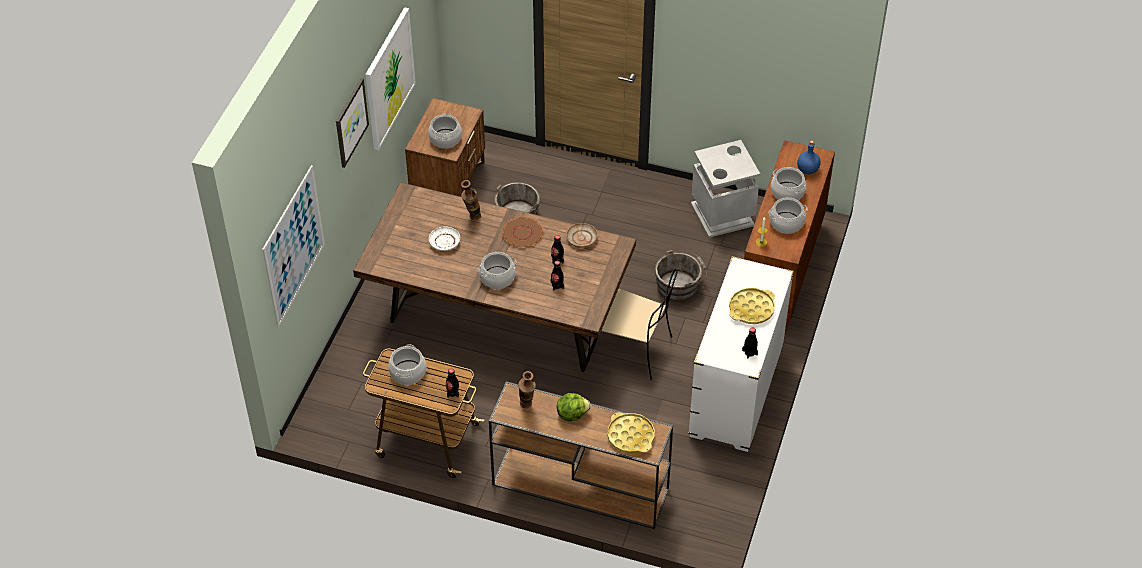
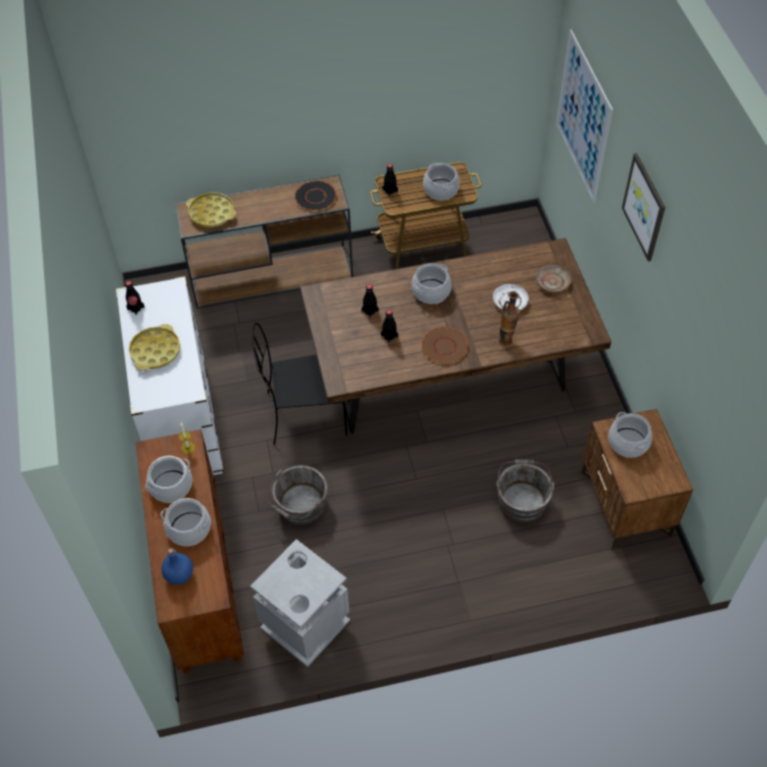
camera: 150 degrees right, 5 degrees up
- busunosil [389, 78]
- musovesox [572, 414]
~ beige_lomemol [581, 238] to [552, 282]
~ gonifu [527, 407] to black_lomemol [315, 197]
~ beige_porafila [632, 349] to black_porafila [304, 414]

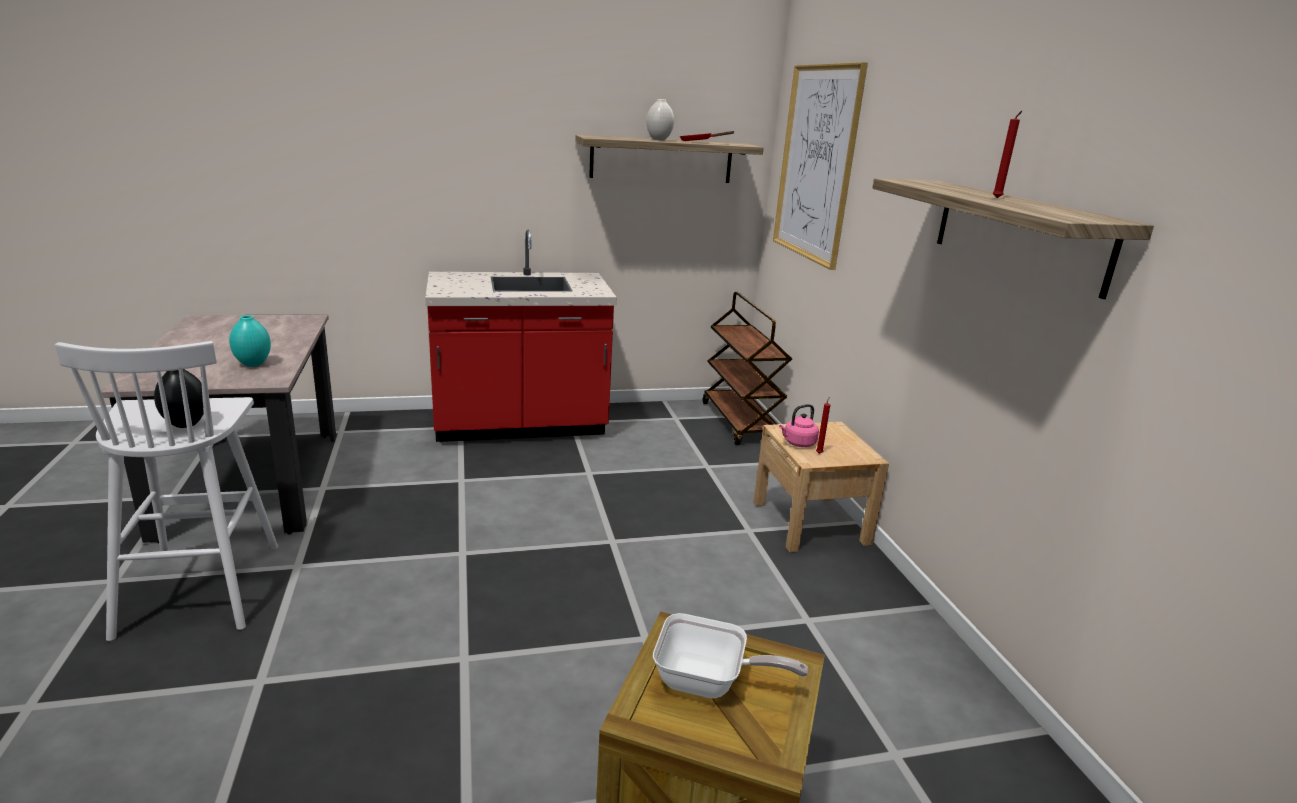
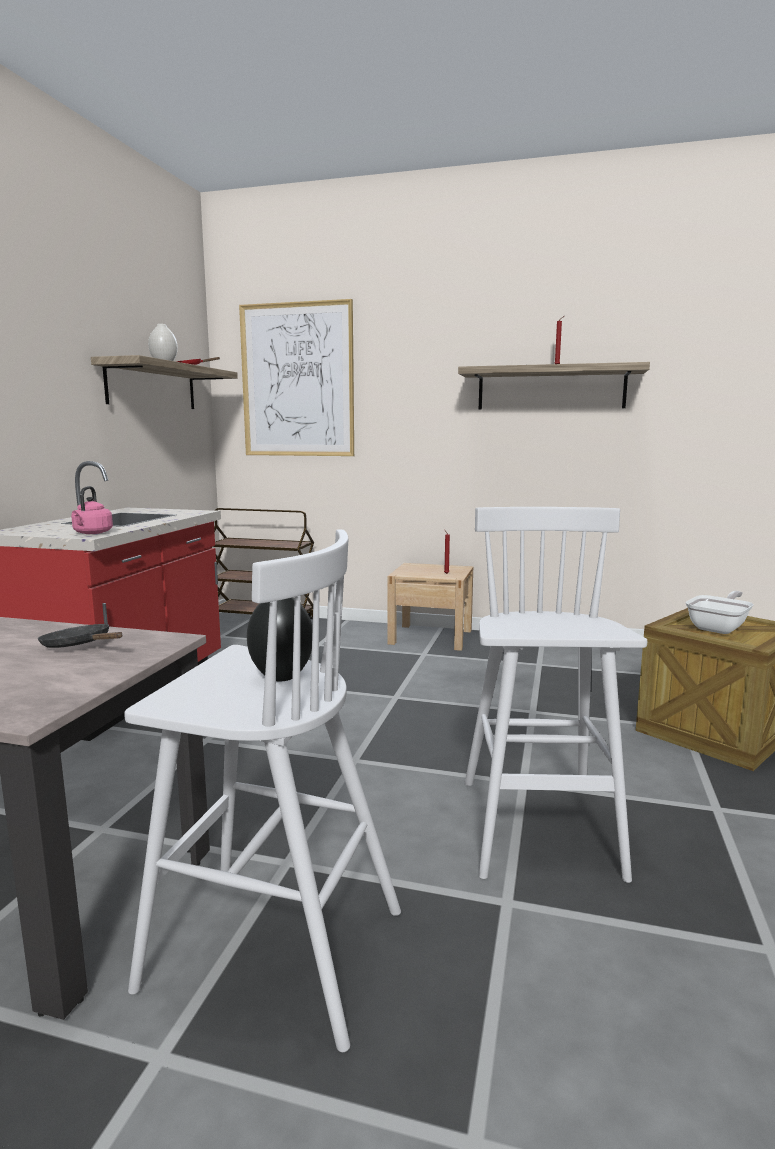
camera: 60 degrees left, 10 degrees down
+ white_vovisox [539, 829]
~ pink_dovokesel [798, 443] to [92, 533]
~ turquoise_gonifu [253, 364] to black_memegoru [80, 646]

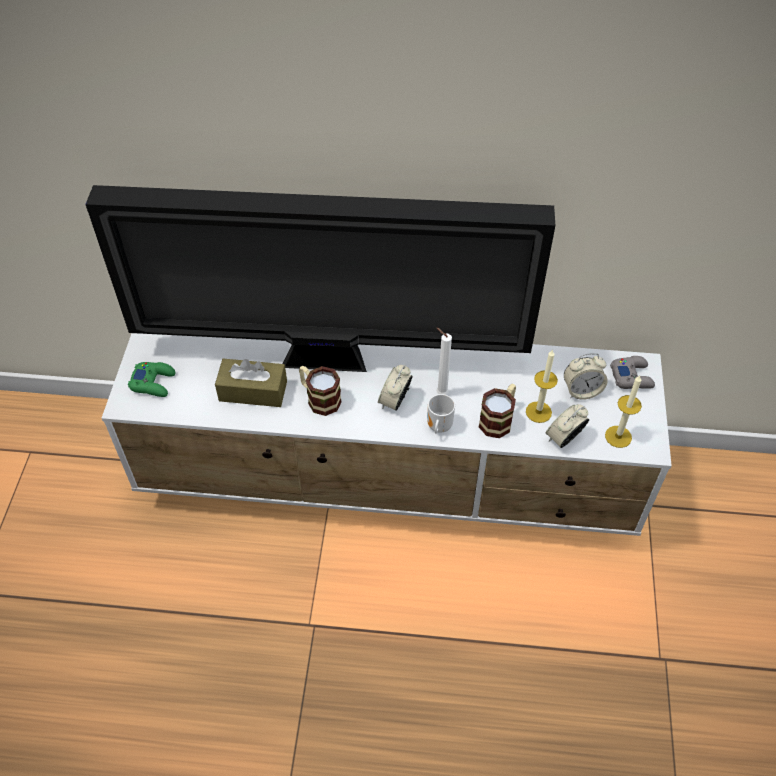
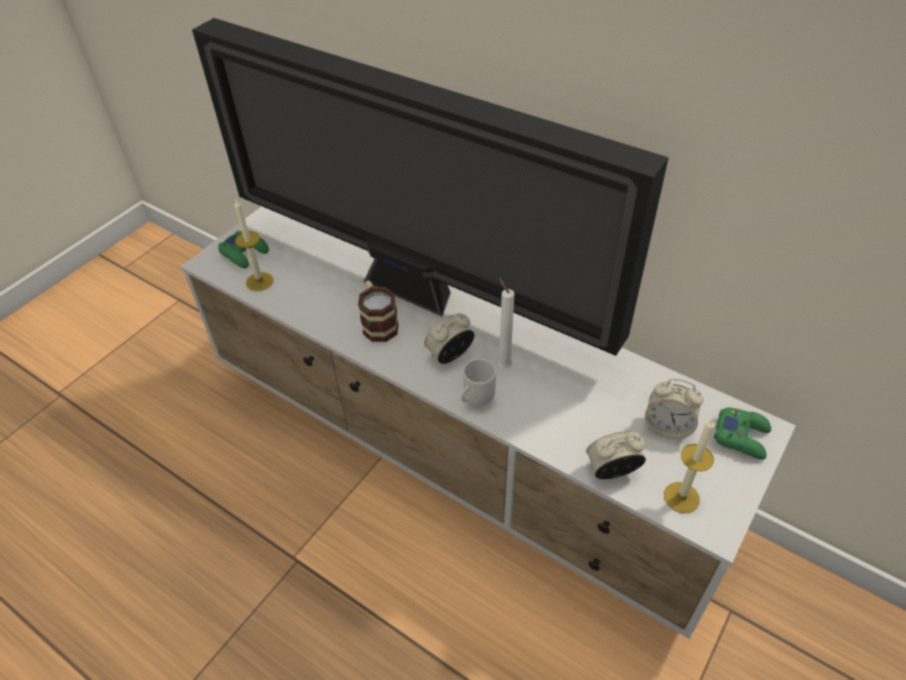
camera: 30 degrees right, 5 degrees down
- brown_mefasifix [253, 391]
- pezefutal [499, 419]
~ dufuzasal [538, 412] to [259, 281]
~ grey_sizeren [632, 376] to green_sizeren [742, 436]

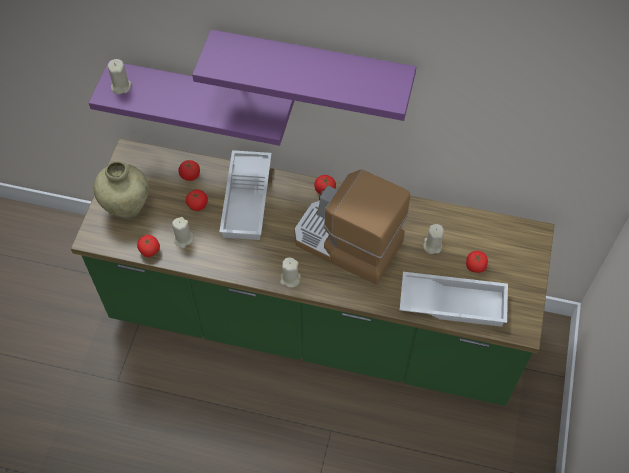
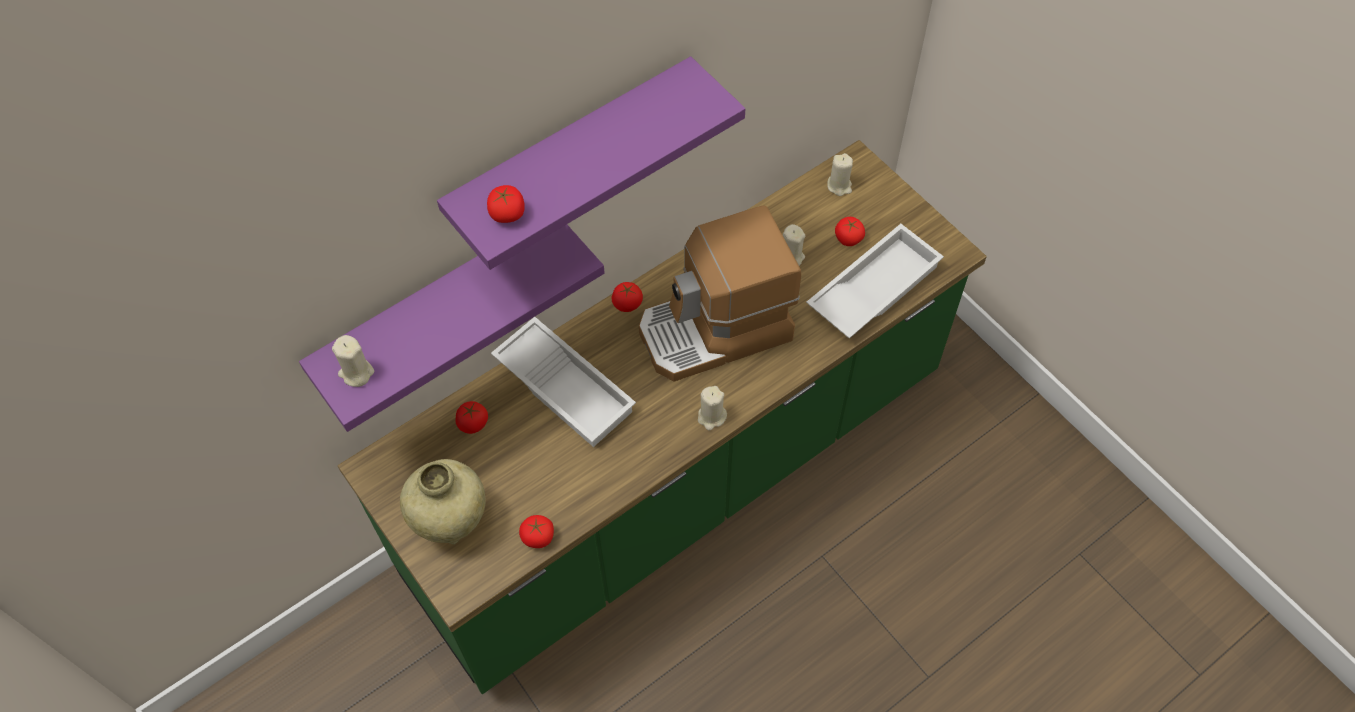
camera: 50 degrees left, 0 degrees up
~ beige_dufuzasal [183, 239] to [839, 186]
~ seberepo [197, 205] to [507, 214]

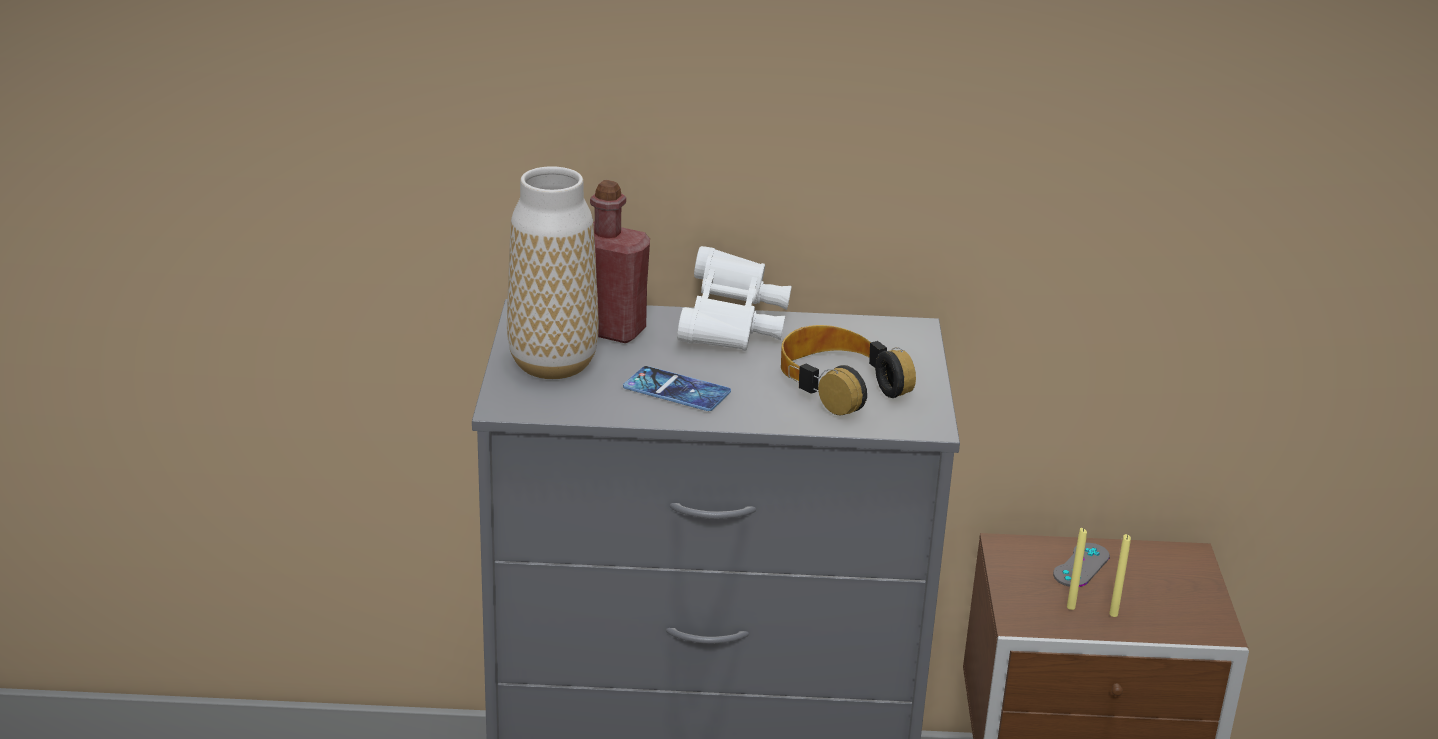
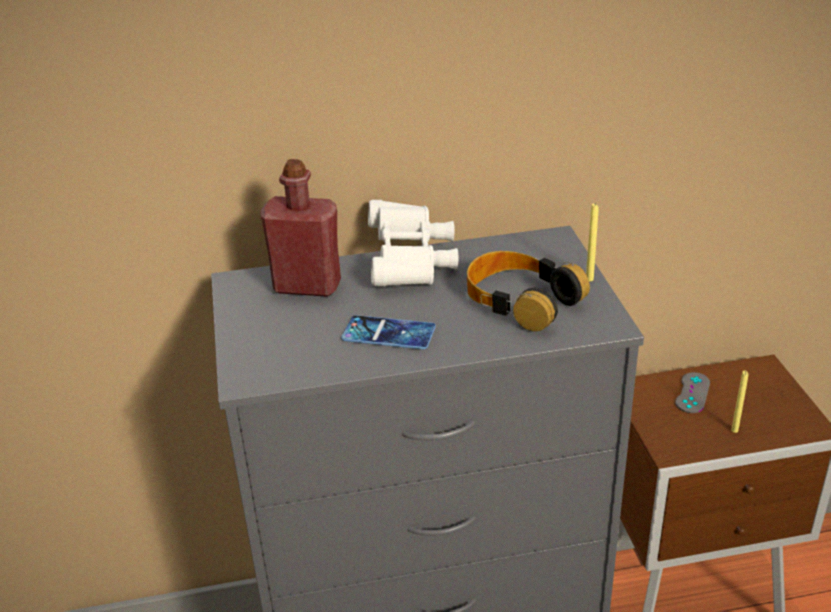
camera: 10 degrees left, 5 degrees up
- gonifu [553, 364]
~ yellow_dufuzasal [1071, 607] to [589, 279]

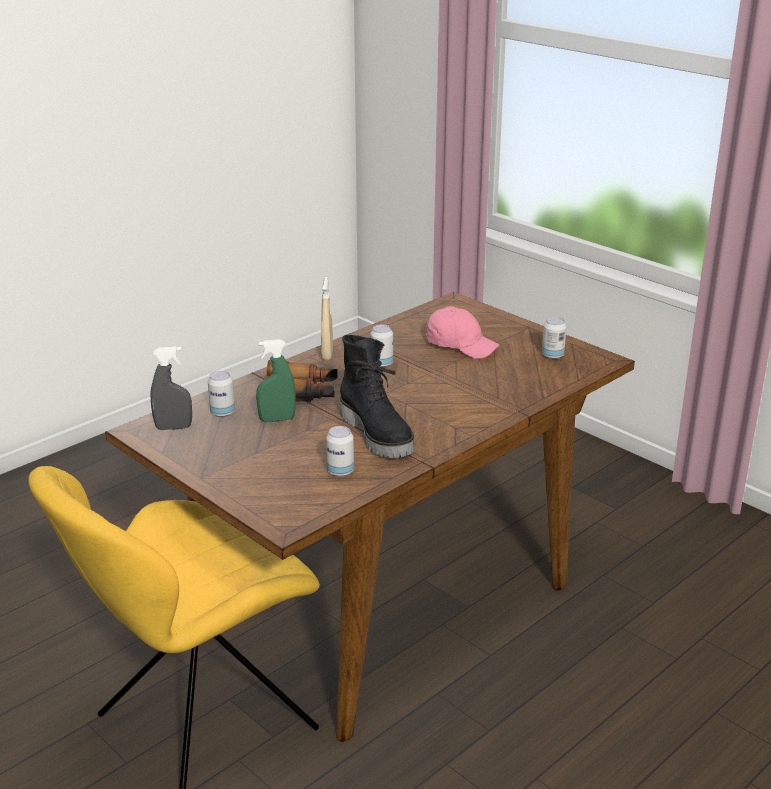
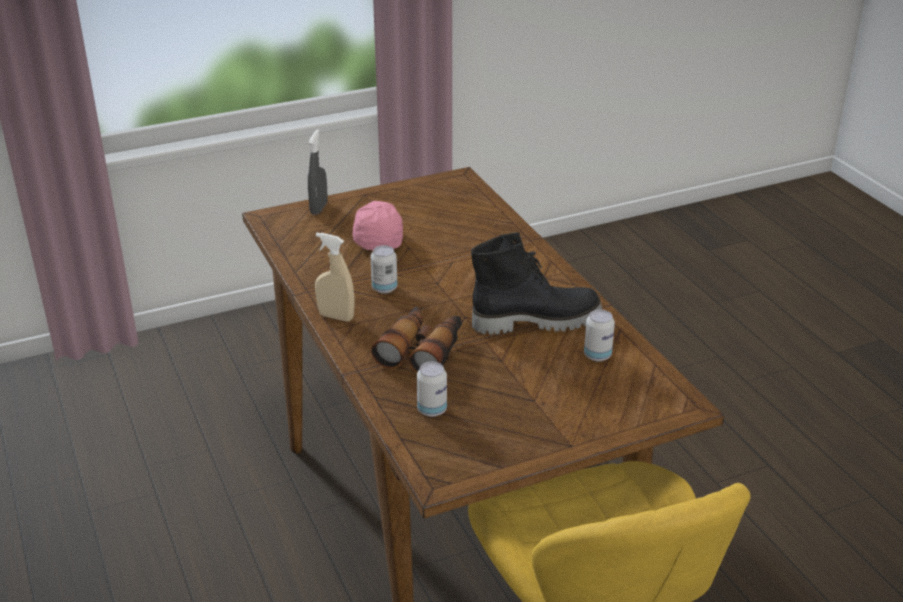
camera: 70 degrees left, 5 degrees up
- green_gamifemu [277, 419]
- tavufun [552, 355]
~ grey_gamifemu [173, 427] to [319, 208]
~ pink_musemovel [461, 345] = [377, 237] 60 degrees counterclockwise

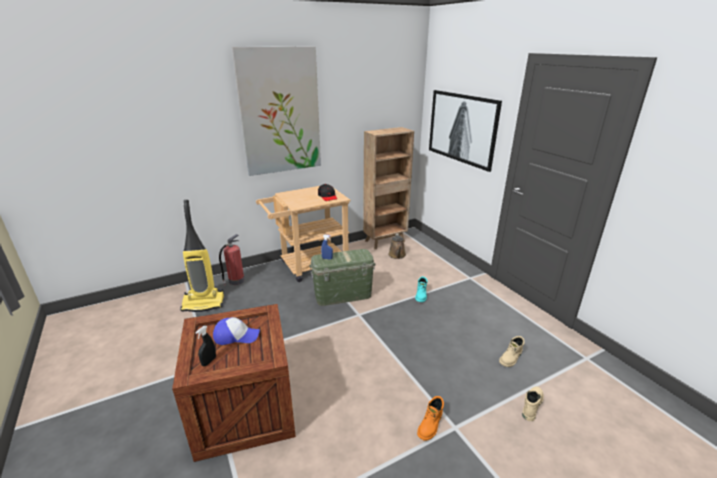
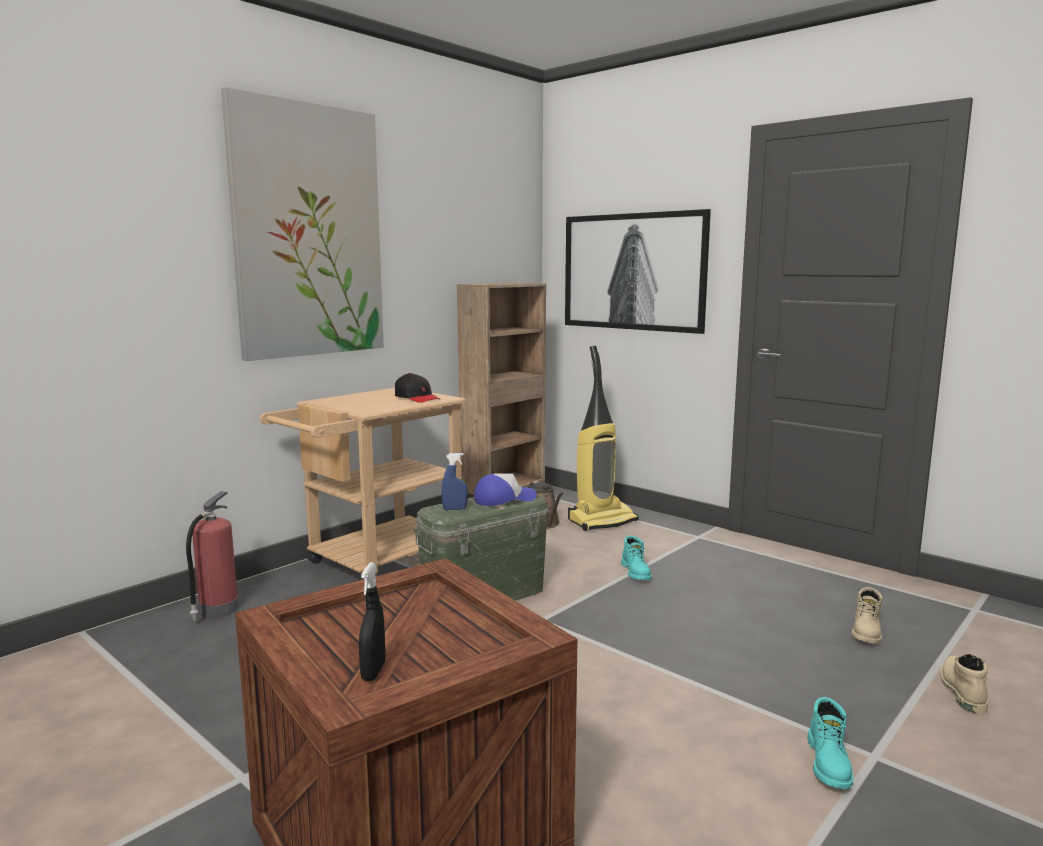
camera: 20 degrees left, 15 degrees down
~ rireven [204, 303] to [602, 520]
~ musemovel [236, 336] to [504, 499]
~ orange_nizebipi [430, 425] to turquoise_nizebipi [829, 764]

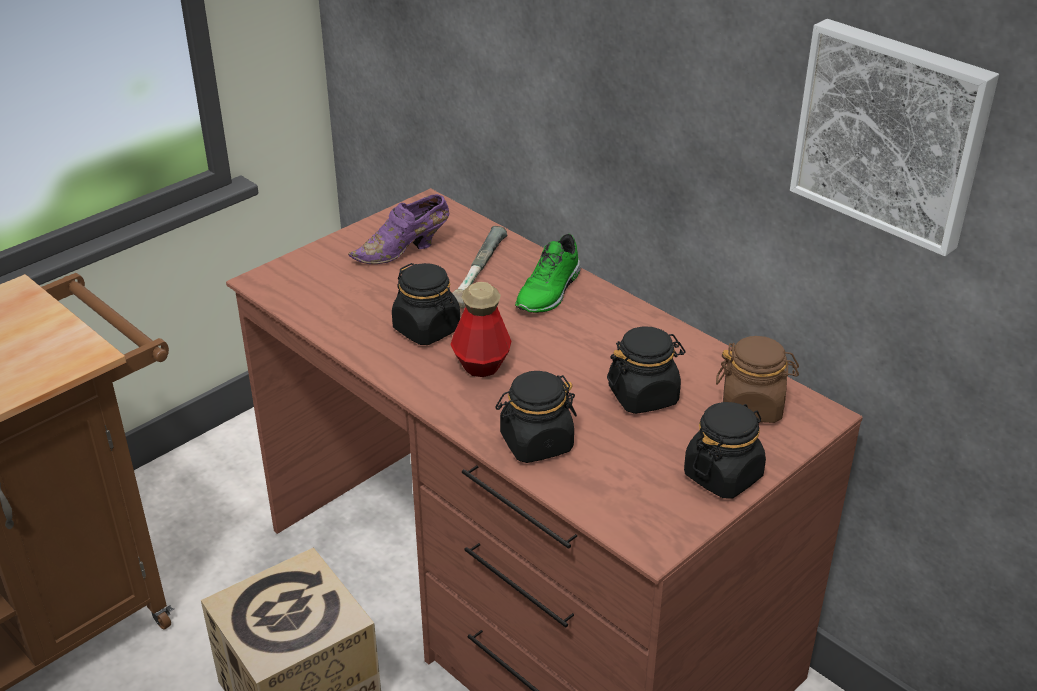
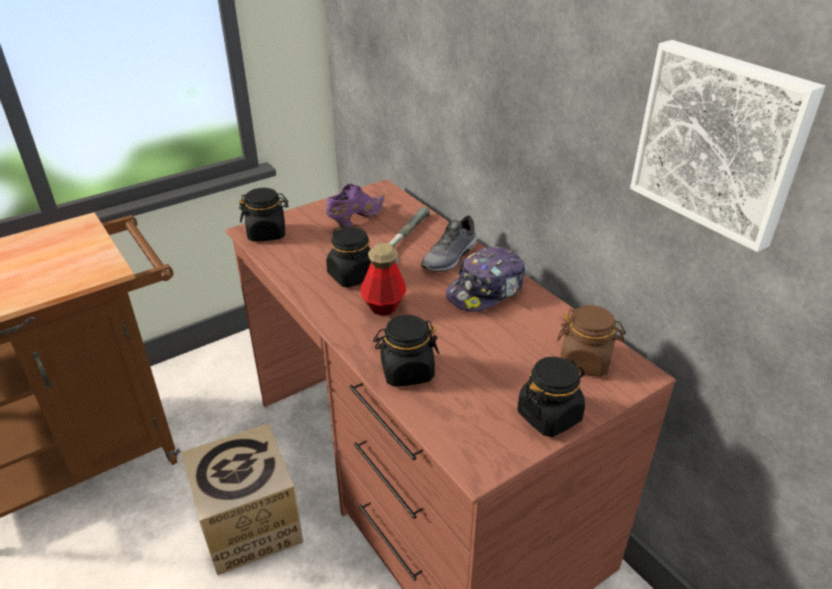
camera: 10 degrees right, 0 degrees up
+ musemovel [486, 290]
~ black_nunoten [643, 396] to [267, 233]
~ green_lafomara [550, 292] to grey_lafomara [450, 257]
~ purple_lafomara [404, 251] = [355, 219] 150 degrees clockwise

